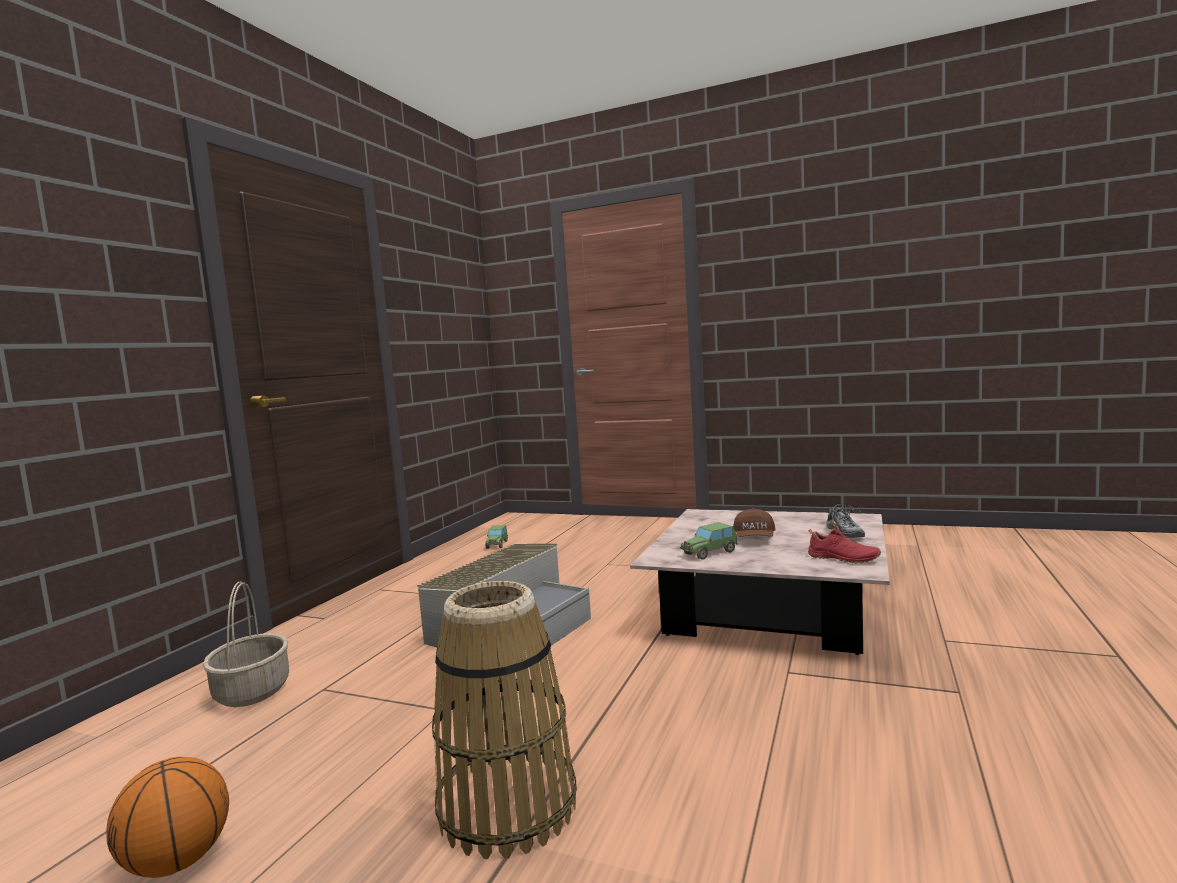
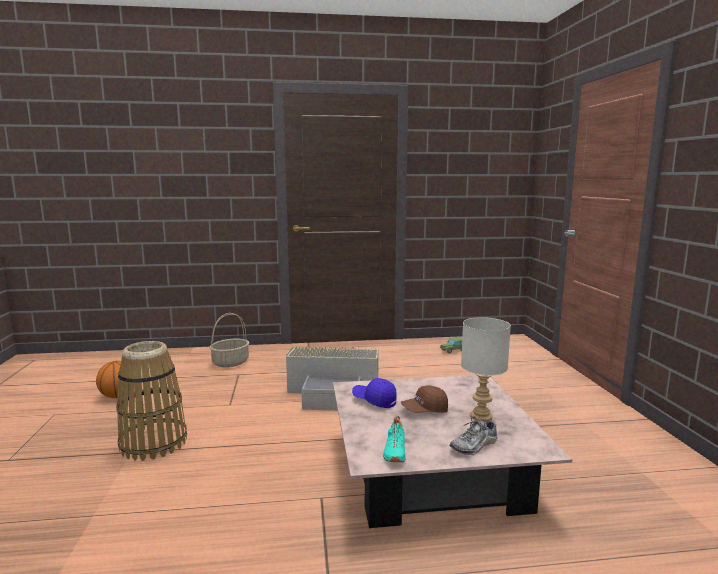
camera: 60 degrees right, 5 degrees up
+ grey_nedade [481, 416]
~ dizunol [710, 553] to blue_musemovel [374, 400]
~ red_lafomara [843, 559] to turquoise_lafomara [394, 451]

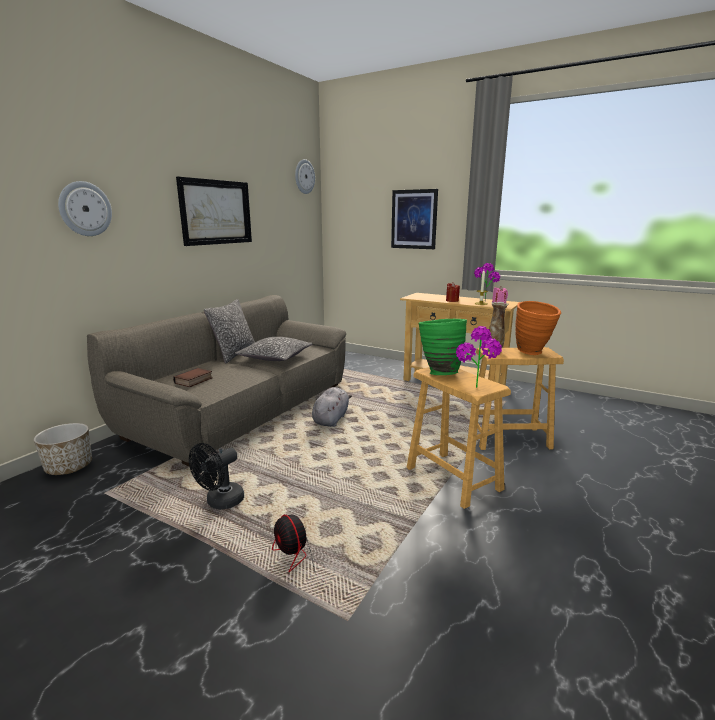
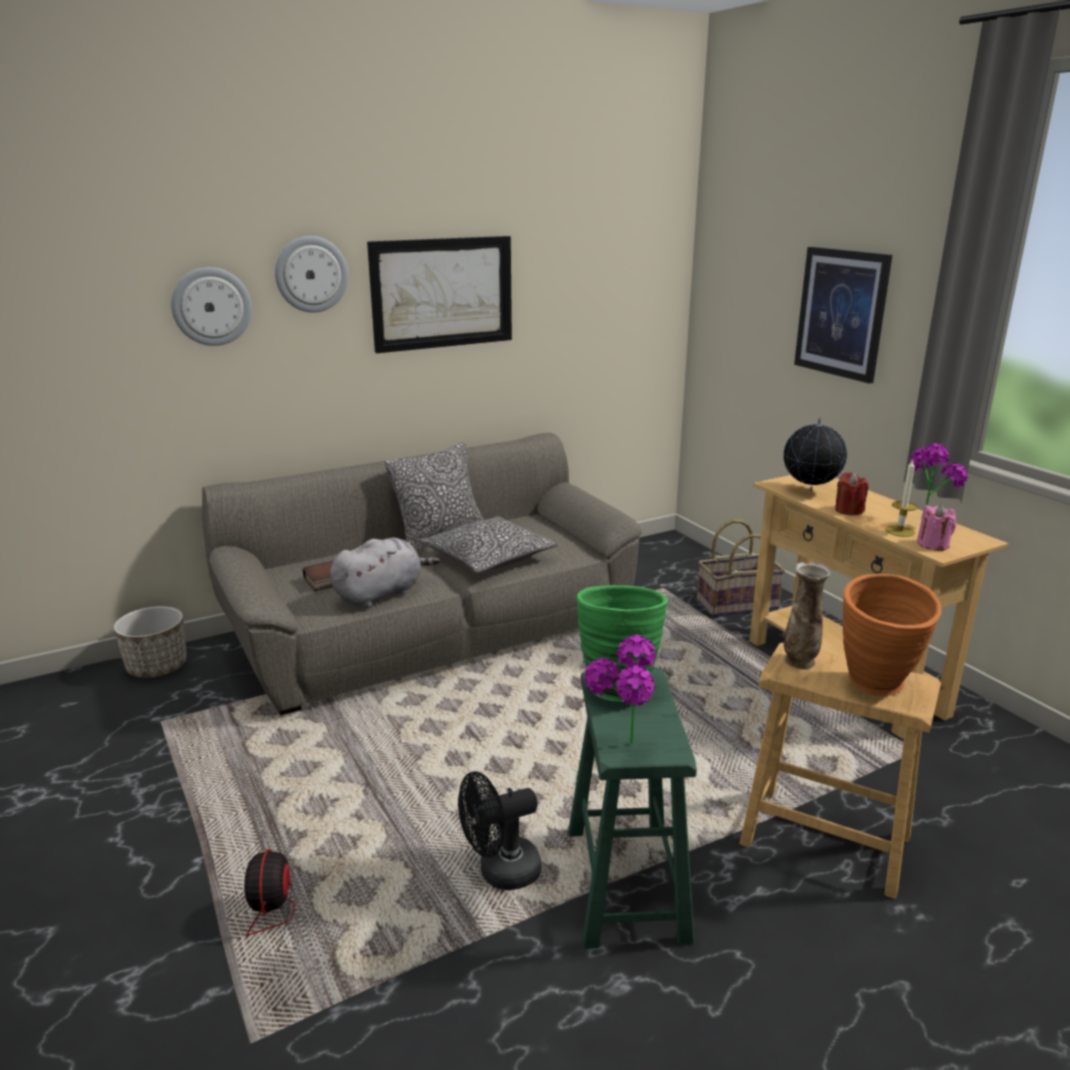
camera: 30 degrees right, 5 degrees up
+ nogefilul [737, 603]
+ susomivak [810, 491]
~ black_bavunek [220, 502] to [500, 872]
~ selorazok [304, 176] to [311, 274]
~ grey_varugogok [331, 419] to [381, 594]
~ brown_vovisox [453, 478] to green_vovisox [627, 883]

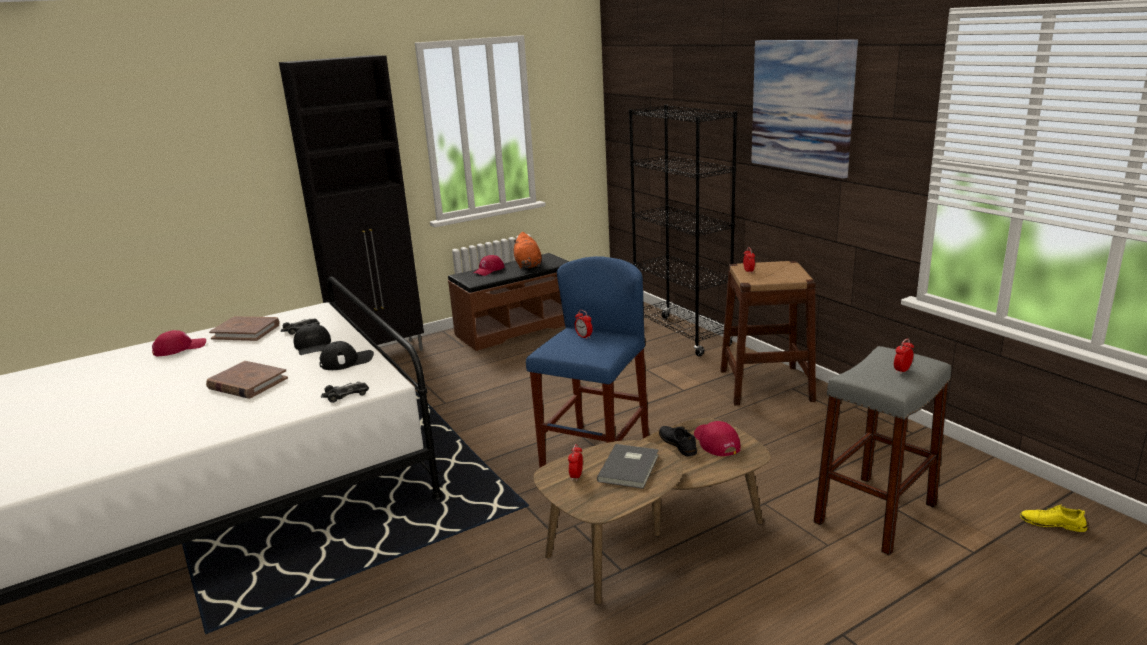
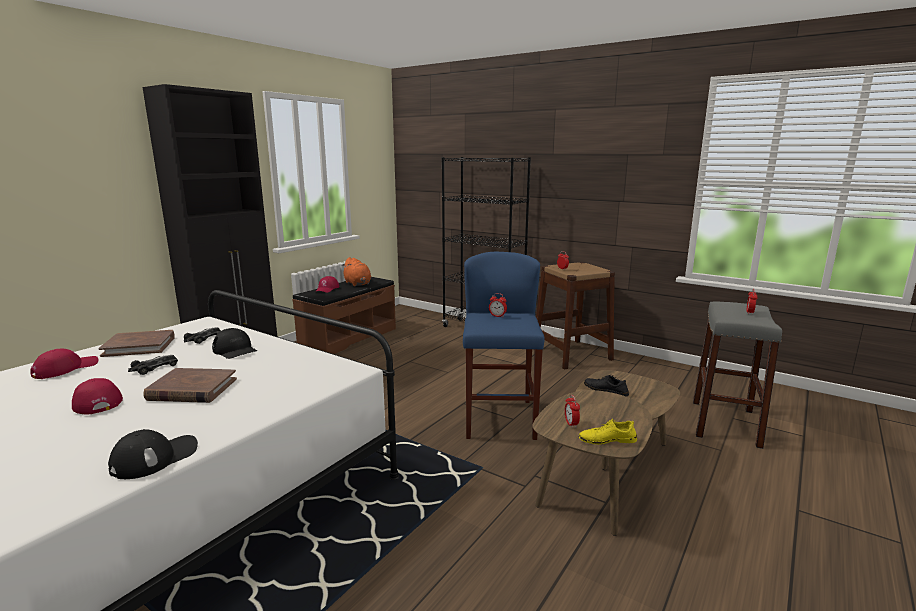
camera: 25 degrees left, 5 degrees down
- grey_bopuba [630, 467]
- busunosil [801, 106]
~ black_musemovel [347, 361] to [155, 457]
~ dizunol [345, 394] to [154, 367]
~ red_musemovel [715, 442] to [96, 402]
~ yellow_lafomara [1052, 523] to [607, 439]

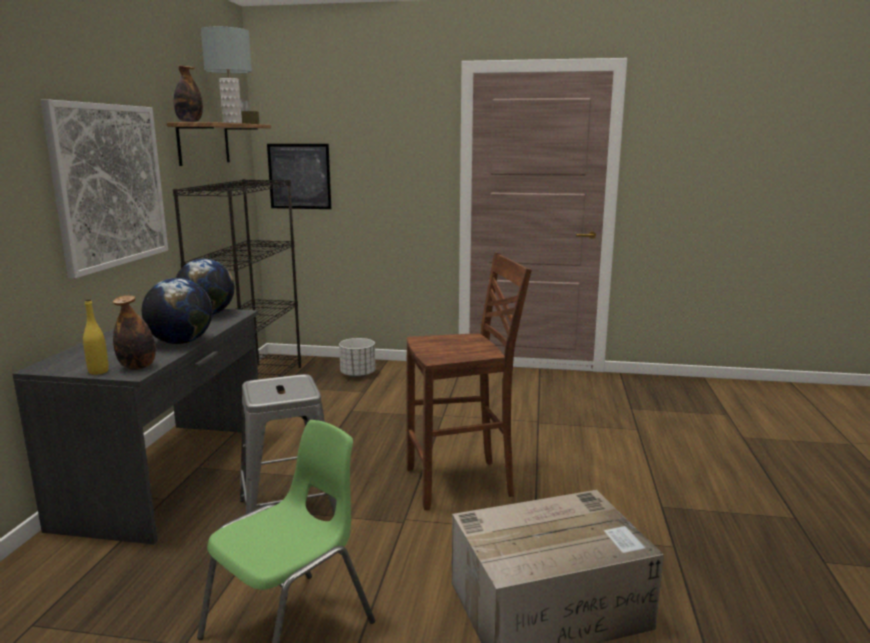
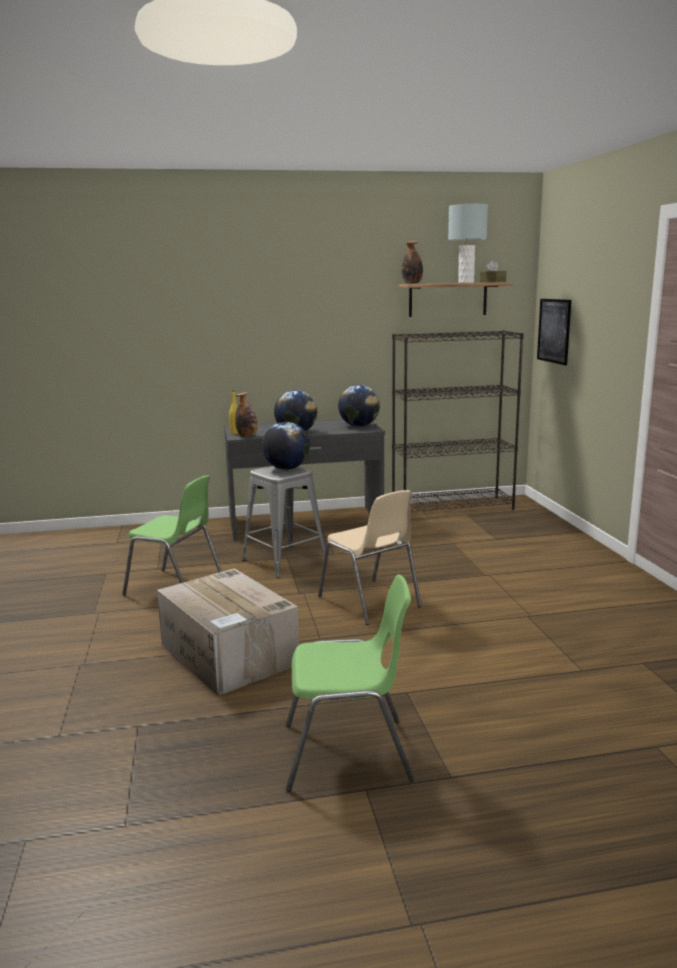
camera: 70 degrees right, 0 degrees up
- busunosil [110, 185]
- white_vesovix [358, 374]
+ susomivak [286, 469]
+ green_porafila [349, 753]
~ brown_vovisox [462, 483] to beige_porafila [370, 602]

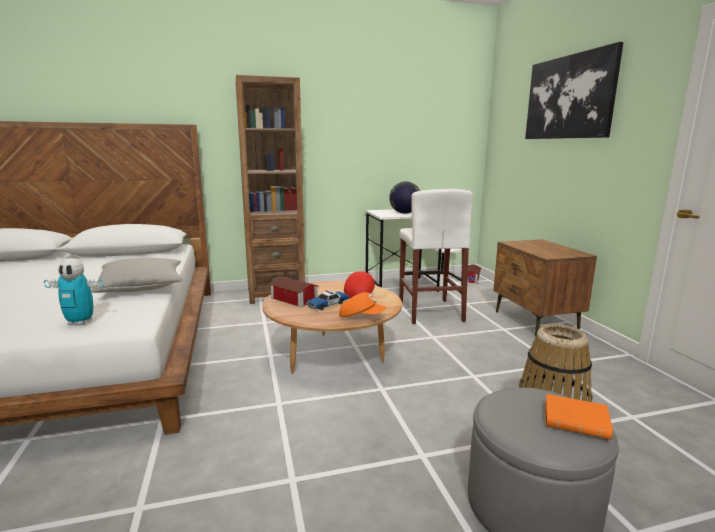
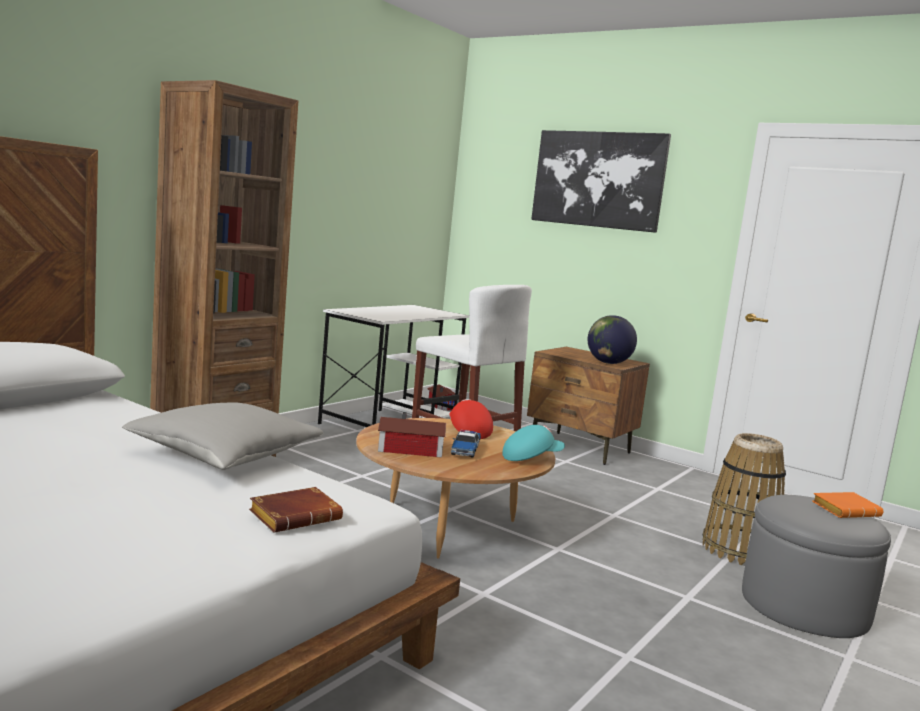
camera: 40 degrees left, 5 degrees down
~ susomivak [404, 213] to [608, 363]
~ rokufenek [80, 322] to brown_bopuba [296, 516]
~ orange_musemovel [361, 317] to turquoise_musemovel [531, 458]

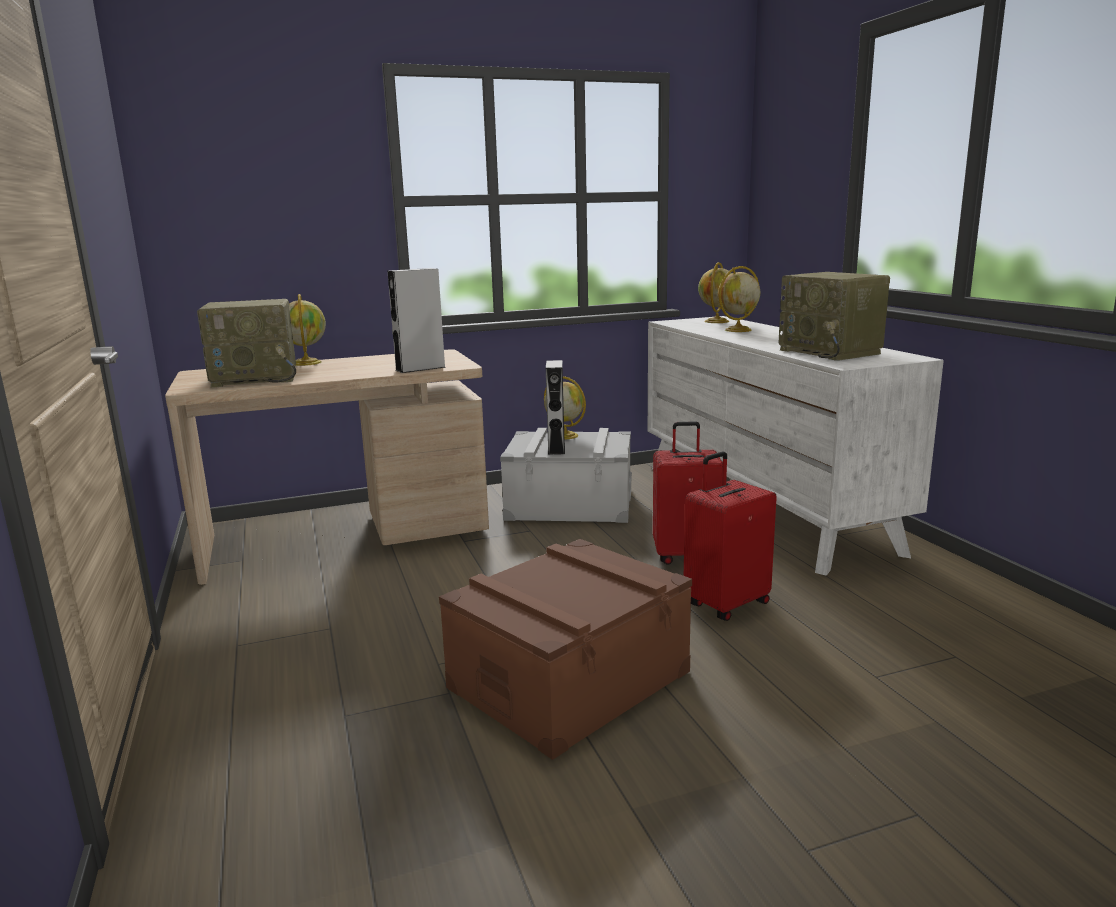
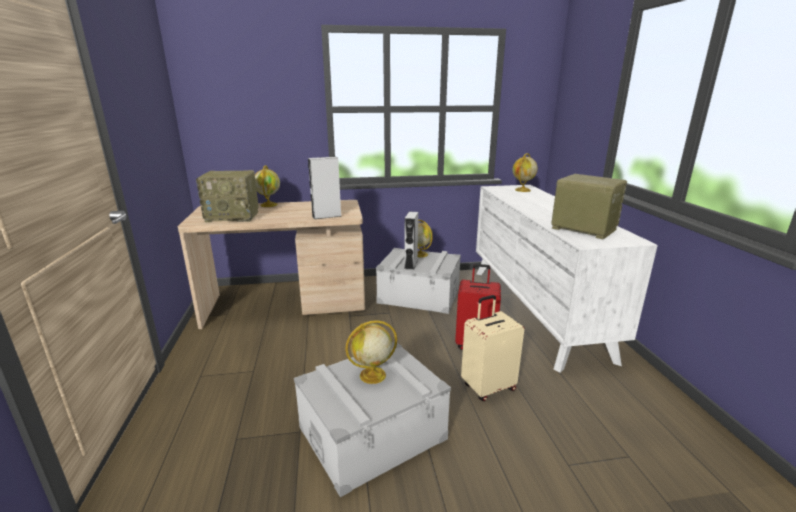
camera: 10 degrees right, 5 degrees up
~ susomivak [737, 330] to [372, 375]
~ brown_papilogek [569, 679] to grey_papilogek [372, 433]
~ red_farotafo [725, 604] to beige_farotafo [488, 387]
~ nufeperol [831, 352] = [582, 229] 150 degrees clockwise

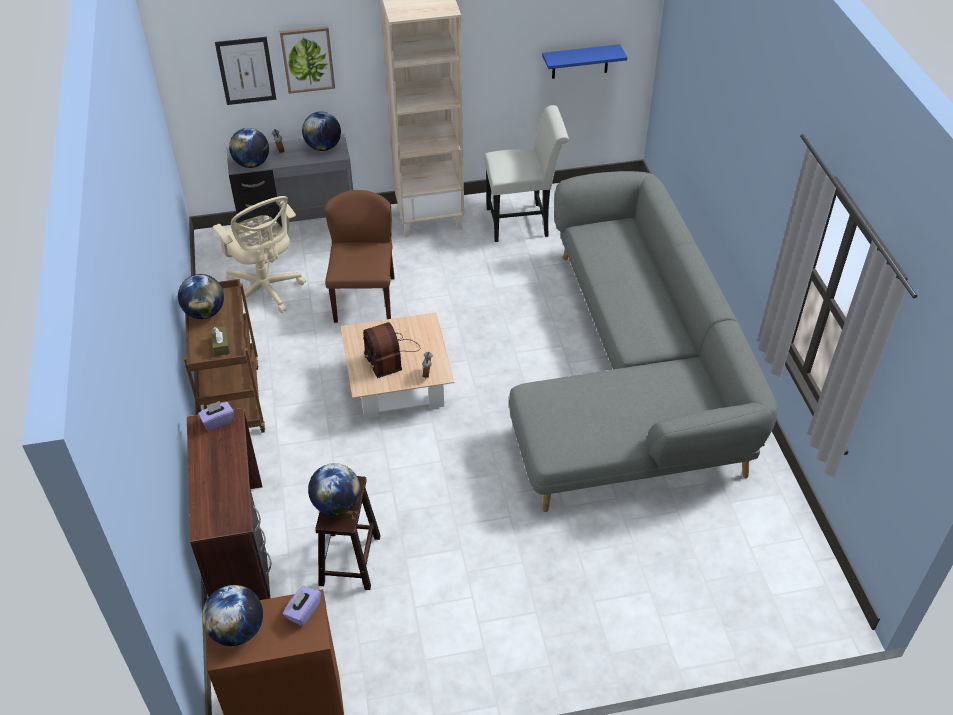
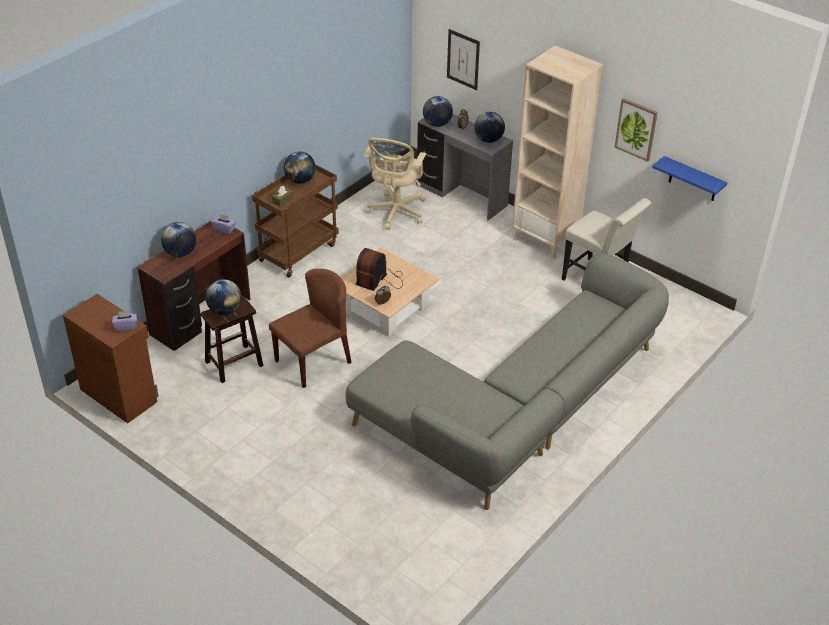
camera: 50 degrees right, 5 degrees down
~ susomivak [237, 630] to [180, 253]
~ busunosil [307, 59] to [636, 129]
~ brown_porafila [364, 299] to [313, 361]

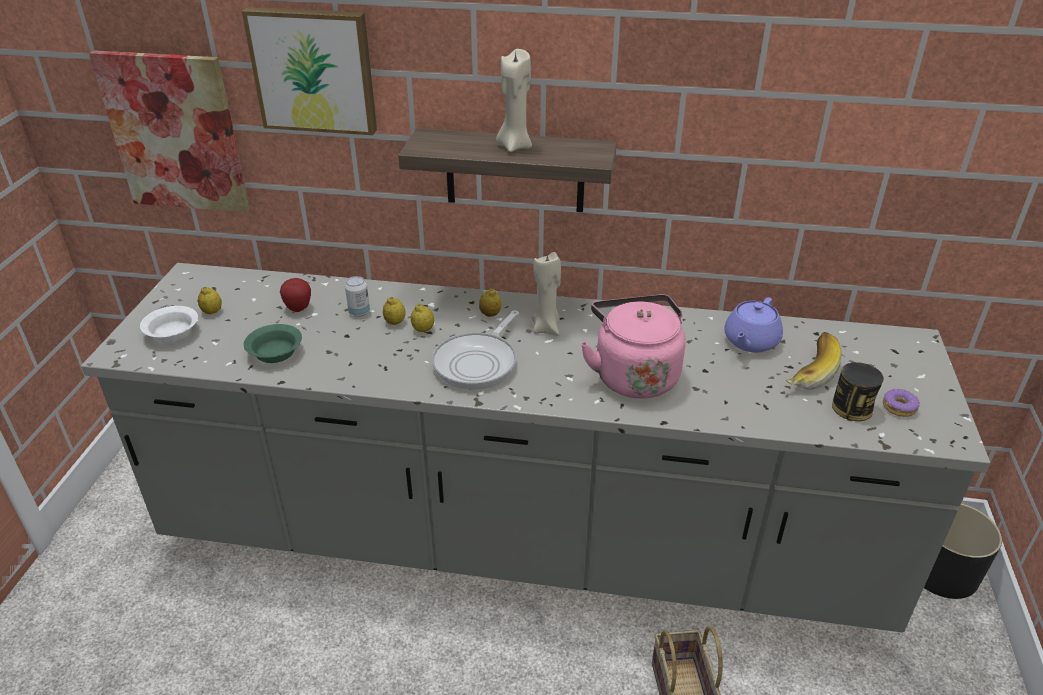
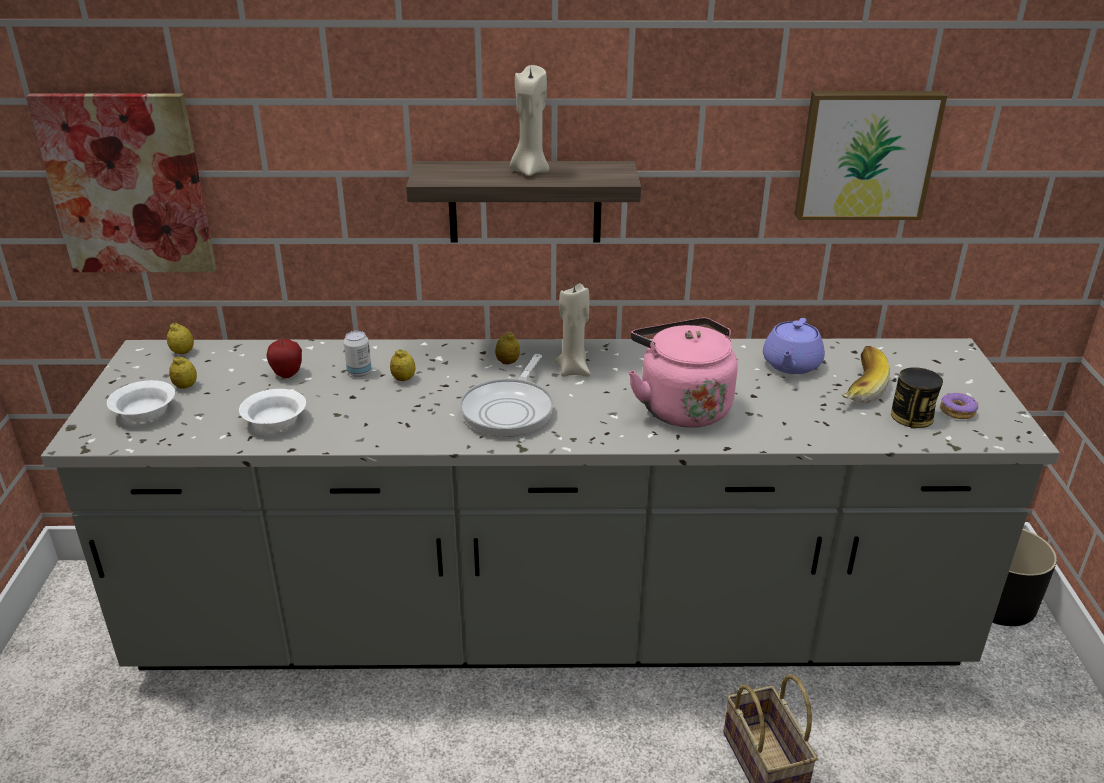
camera: 10 degrees left, 5 degrees down
~ busunosil [314, 70] to [865, 154]
~ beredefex [423, 330] to [183, 352]
~ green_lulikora [275, 354] to white_lulikora [275, 422]

